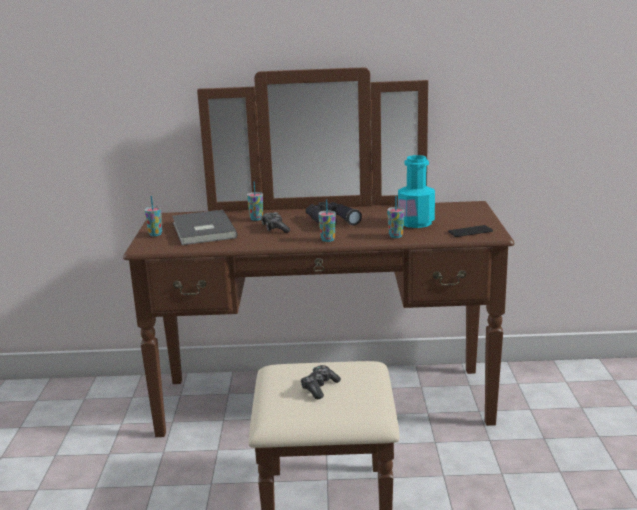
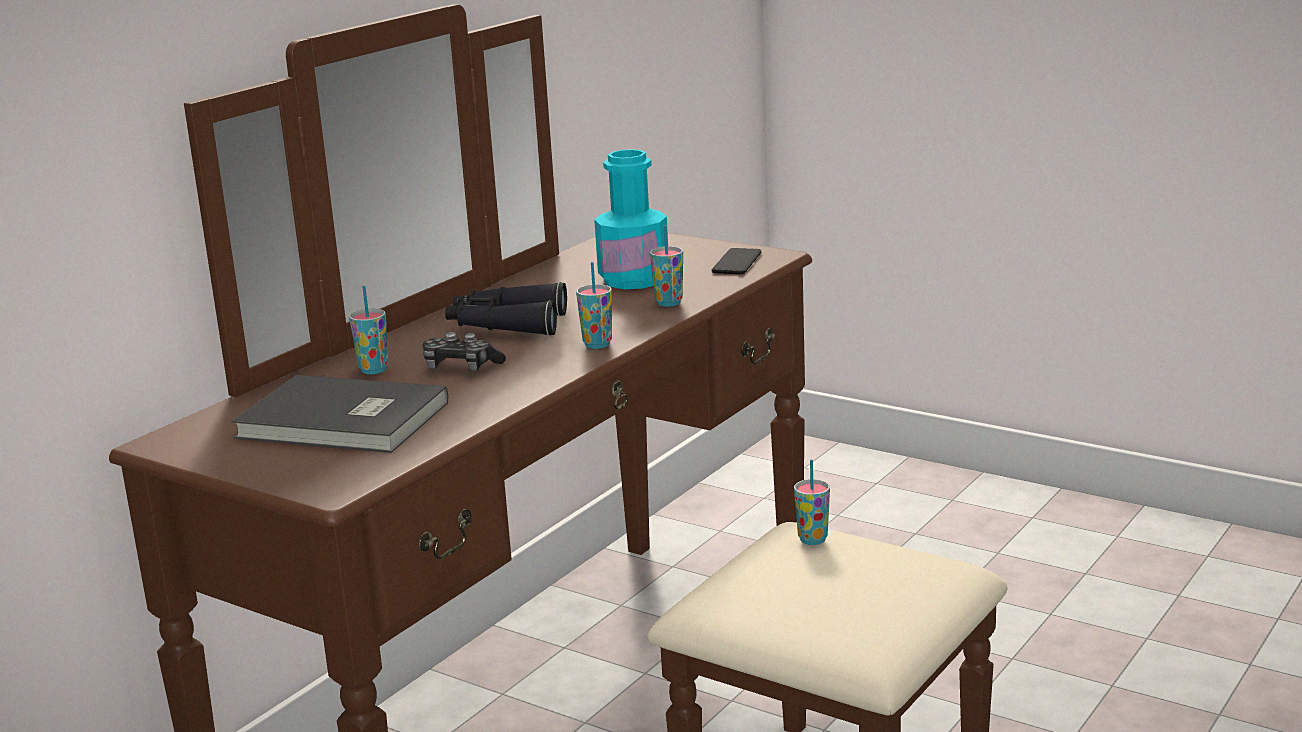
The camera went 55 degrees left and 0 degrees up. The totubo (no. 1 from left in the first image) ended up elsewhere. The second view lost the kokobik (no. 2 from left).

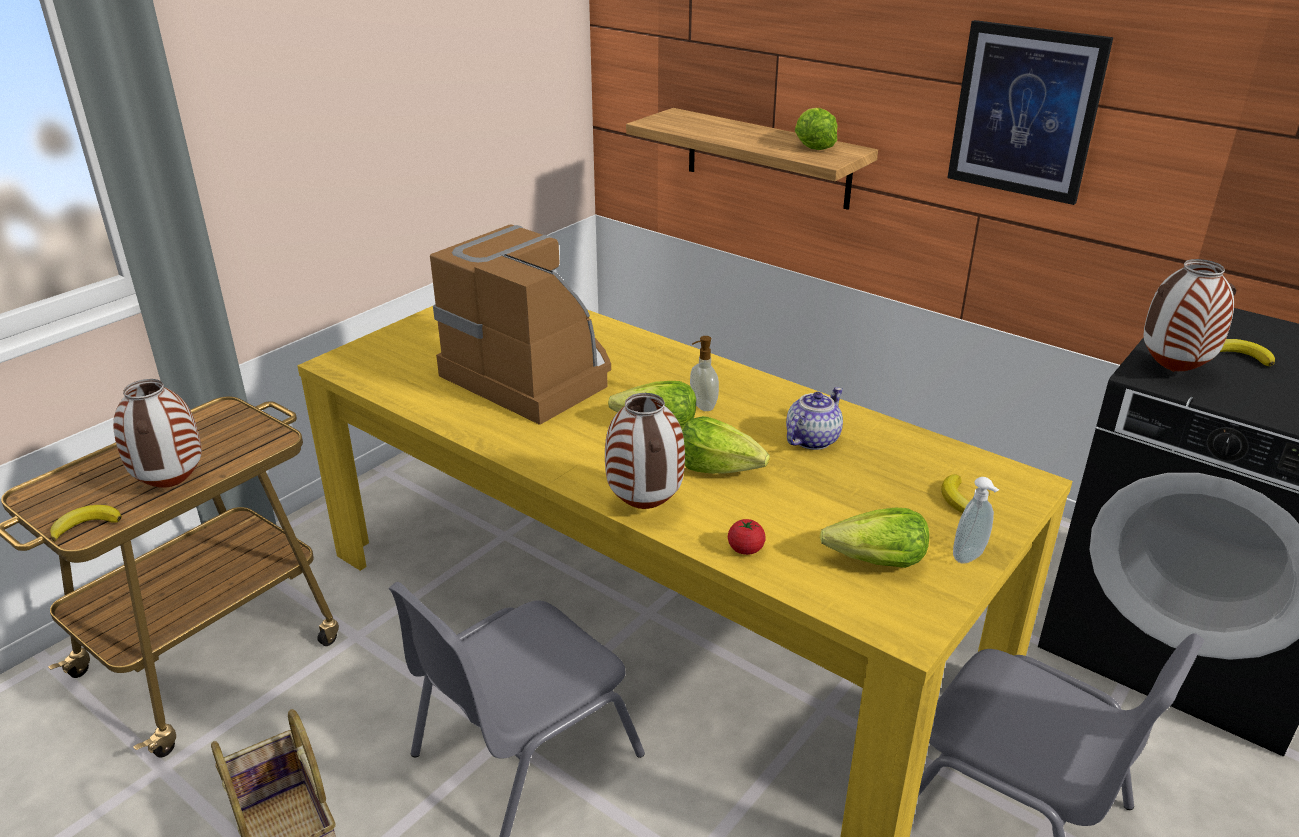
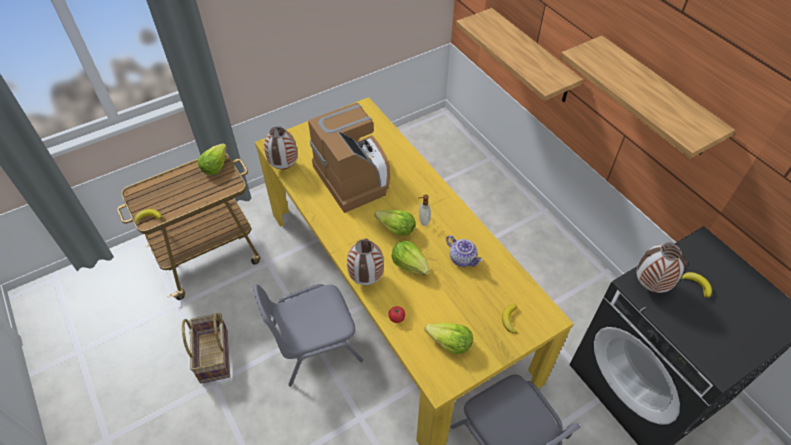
The camera went 20 degrees right and 20 degrees up. The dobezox (no. 3 from left in the first image) ended up elsewhere. The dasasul (no. 1 from left) ended up elsewhere. The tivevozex ended up facing another way, 75 degrees clockwise from before. Where the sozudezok hung, the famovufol (no. 2 from left) came to hang. The second view lost the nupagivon (no. 2 from left).

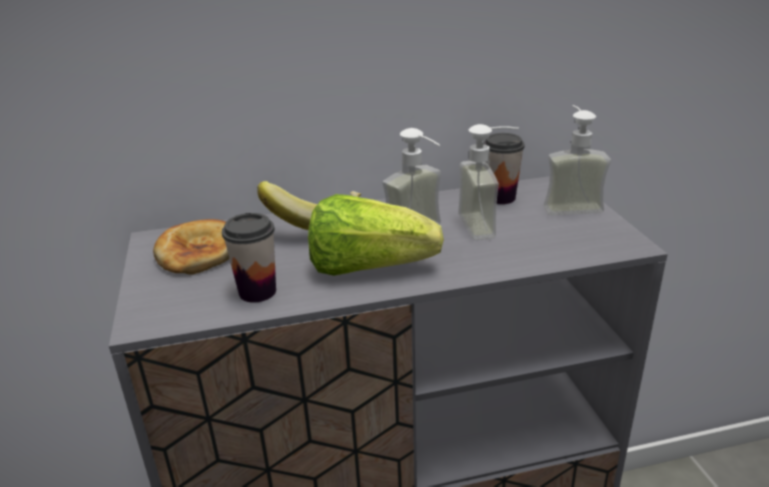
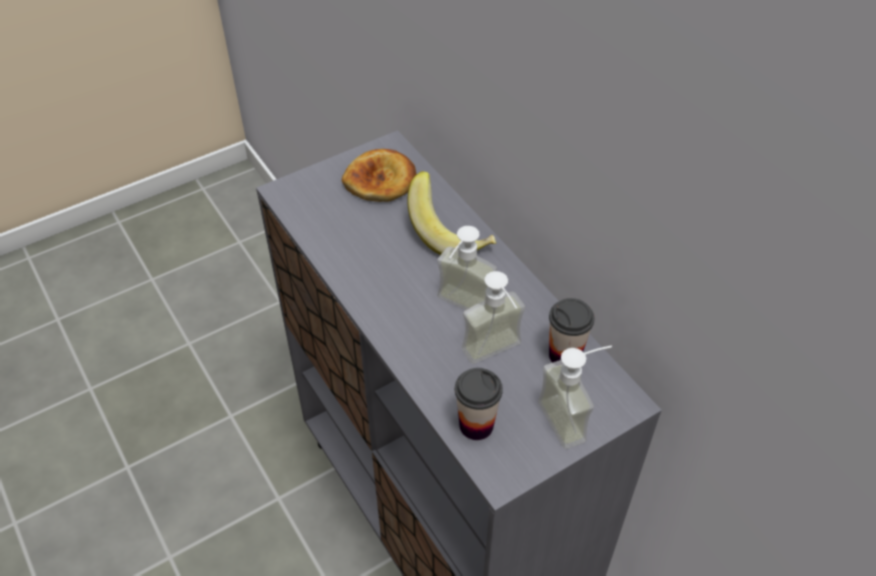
The camera went 70 degrees right and 20 degrees up. The totubo (no. 1 from left) ended up elsewhere. The second view lost the dobezox.

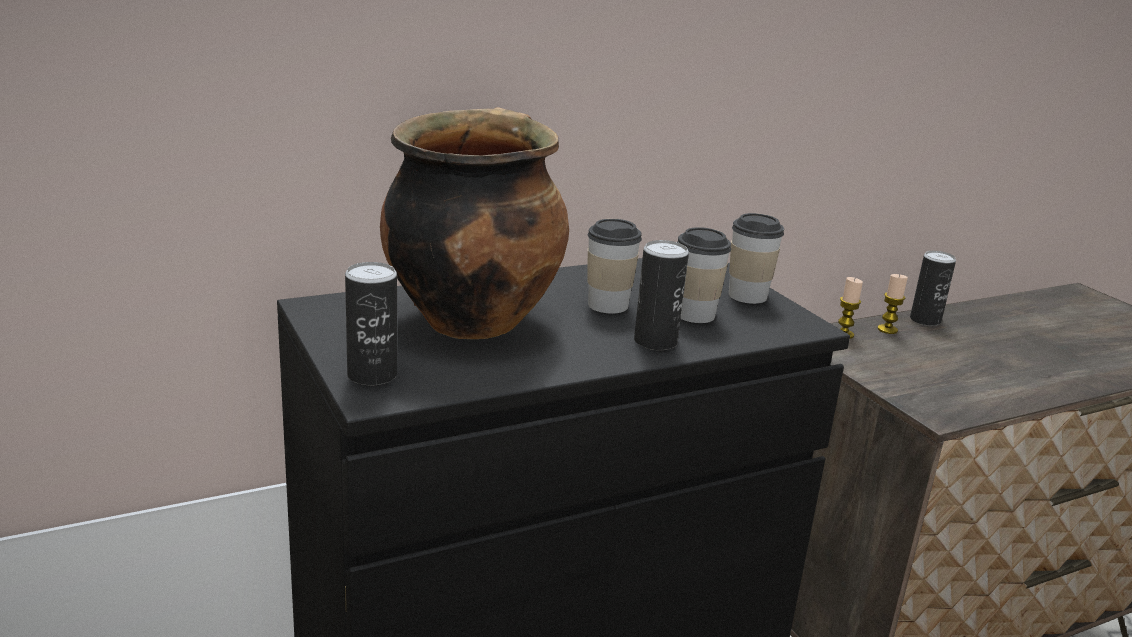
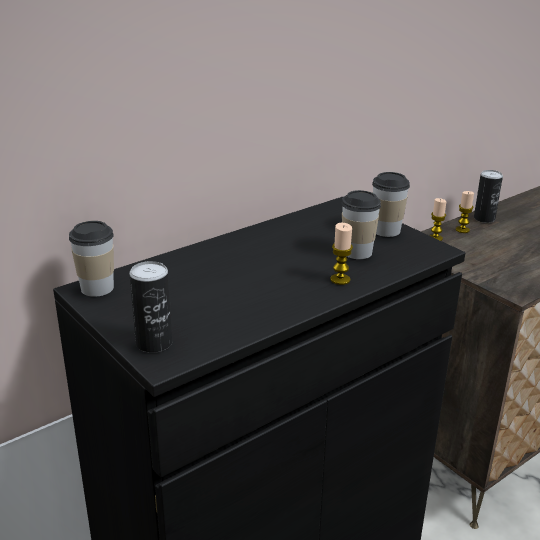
The camera went 10 degrees left and 5 degrees up. The totubo (no. 1 from left) ended up elsewhere. Where the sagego (no. 2 from left) stood, the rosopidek (no. 1 from left) came to stand. The second view lost the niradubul.

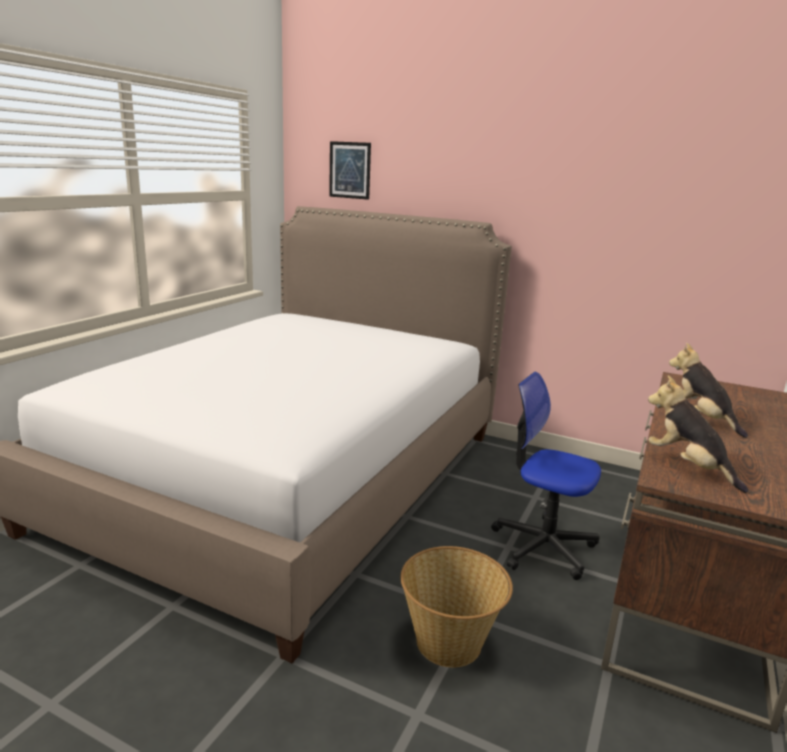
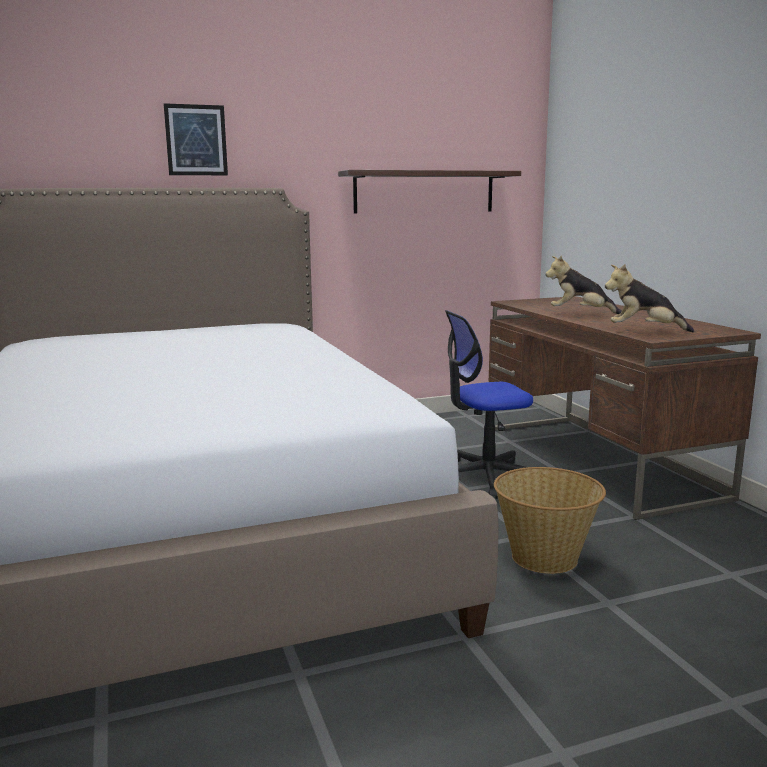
The camera went 45 degrees left and 5 degrees down. The sozudezok ended up elsewhere. The second view gained the famovufol.

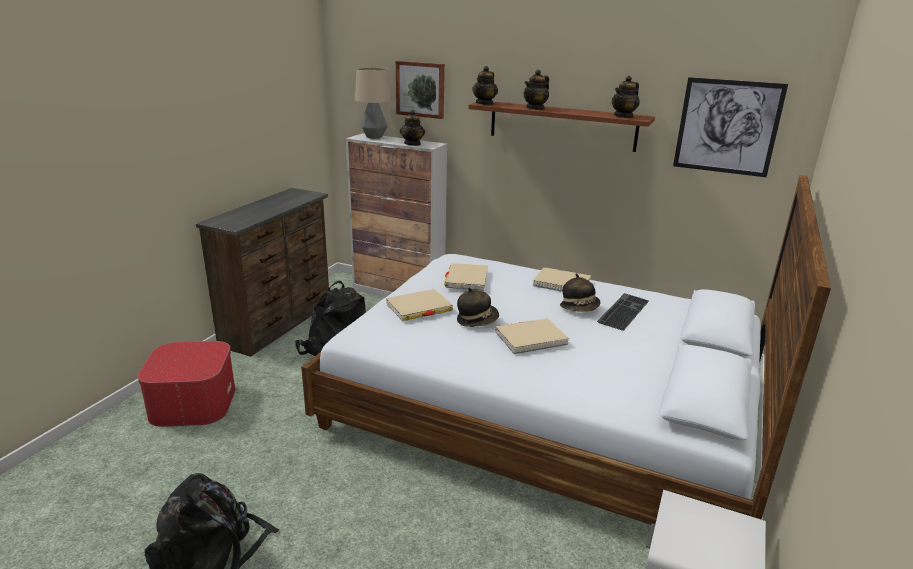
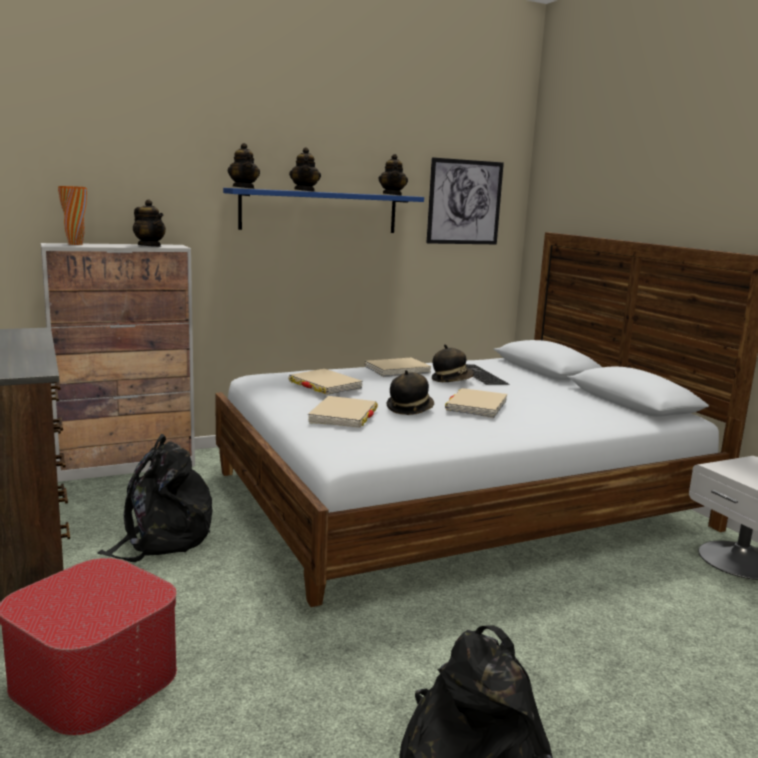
The camera went 50 degrees left and 10 degrees down. Where the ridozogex stood, the dasasul (orange) came to stand. What was the famovufol (brown) turned into the famovufol (blue). The second view lost the sozudezok (no. 1 from left).

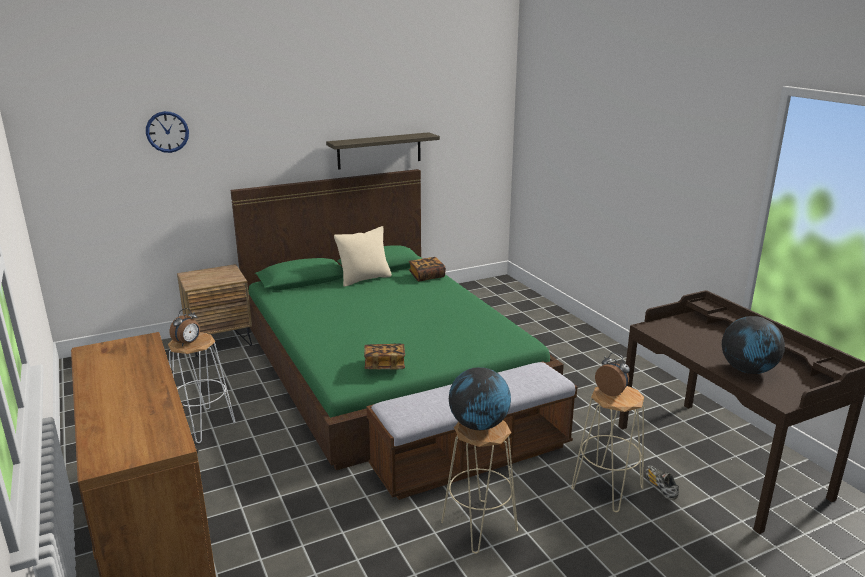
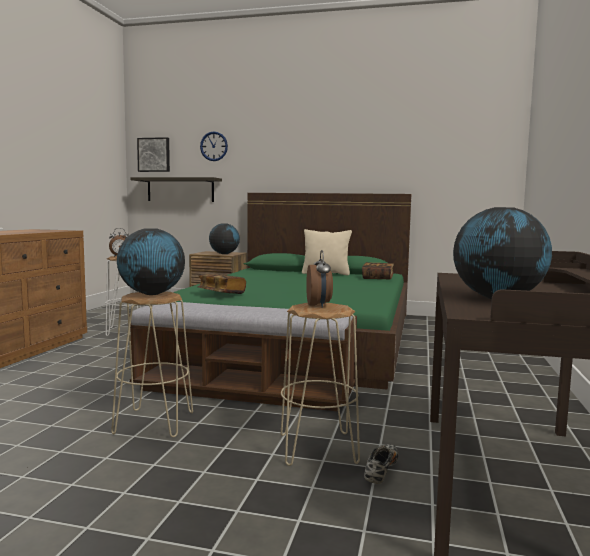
The camera went 40 degrees right and 15 degrees down. The famovufol ended up elsewhere. The second view gained the sozudezok. The second view gained the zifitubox (no. 2 from left).

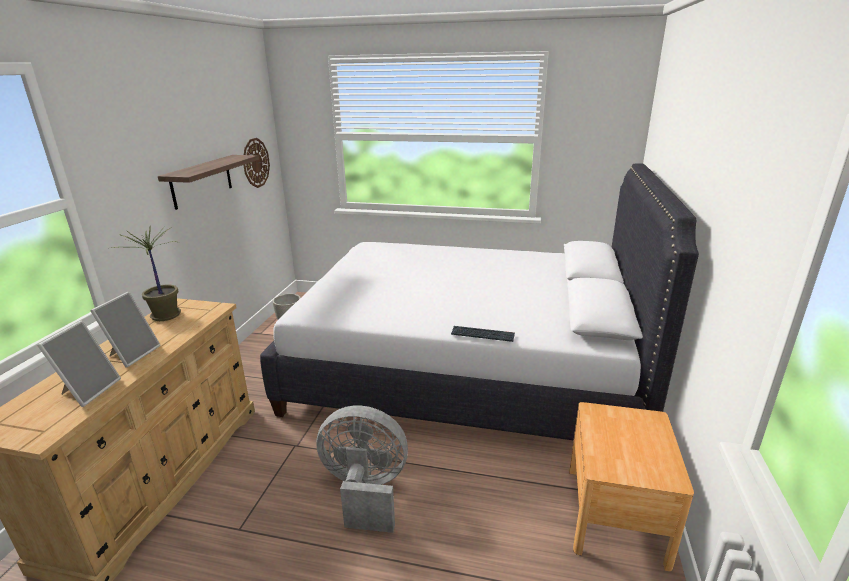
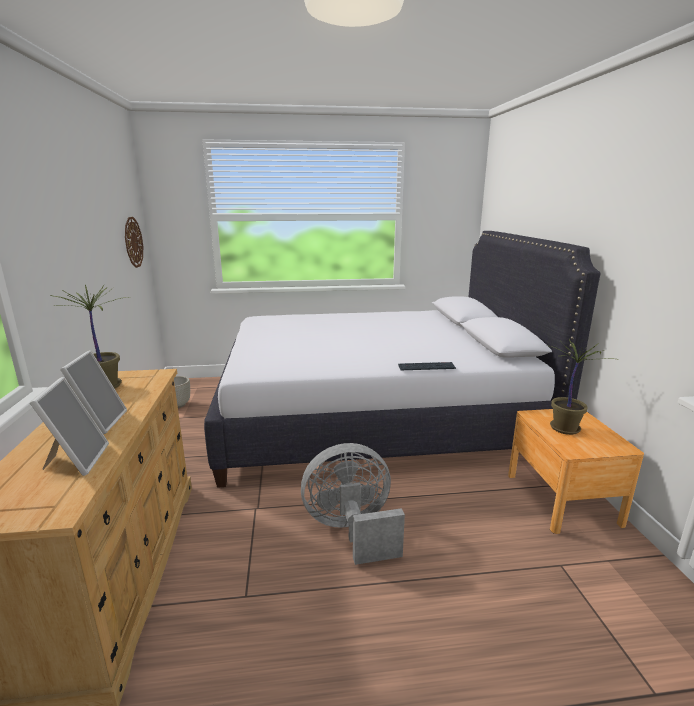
The camera went 20 degrees left and 5 degrees down. The second view gained the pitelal (no. 2 from left). The second view lost the famovufol.

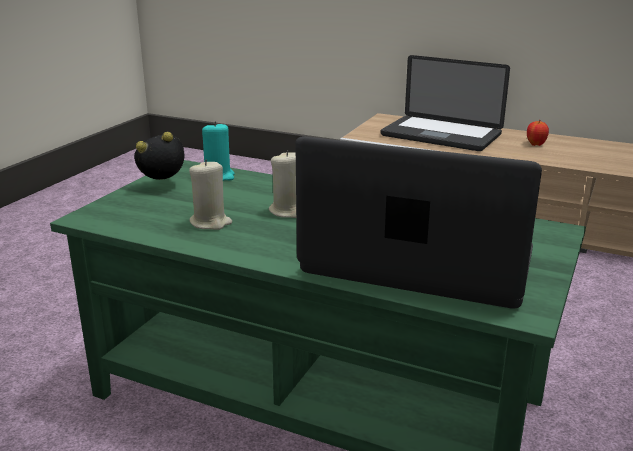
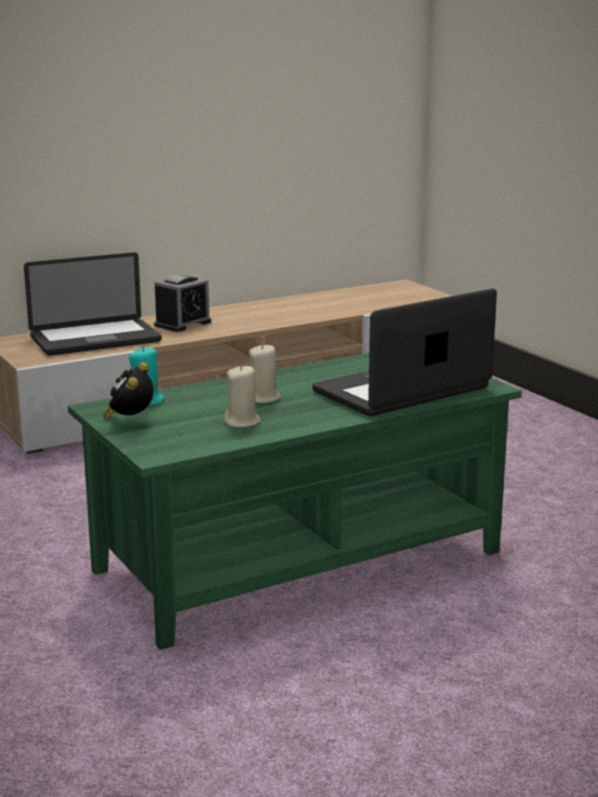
The camera went 55 degrees left and 5 degrees down. Where the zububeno stood, the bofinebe (no. 2 from left) came to stand.

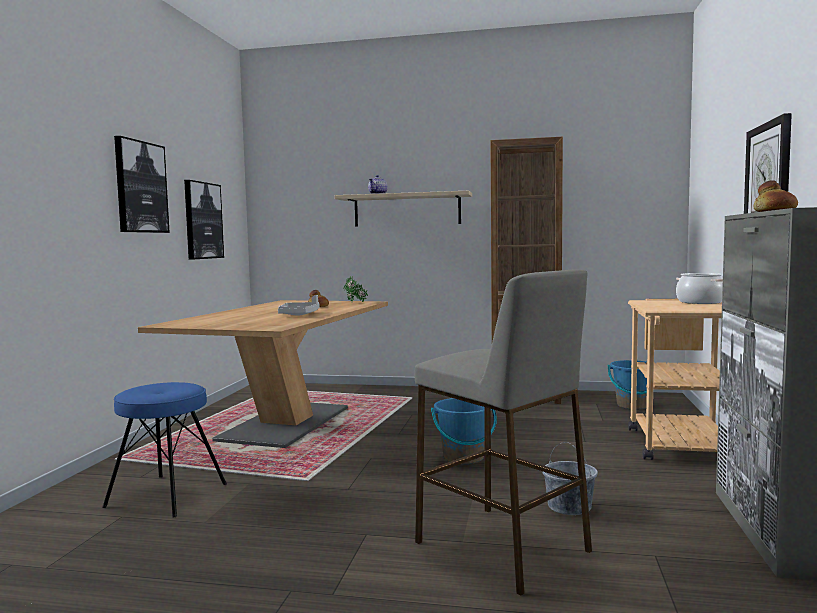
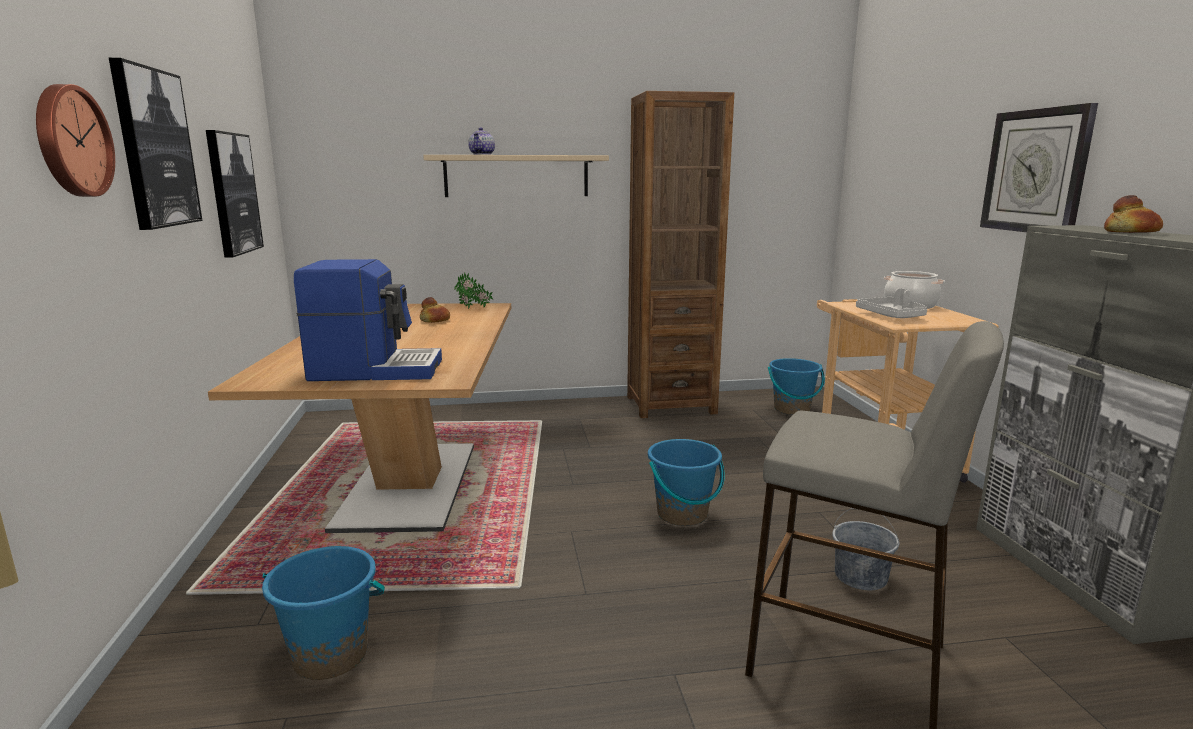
The camera went 20 degrees left and 10 degrees up. The second view gained the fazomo (no. 1 from left). Where the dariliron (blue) stood, the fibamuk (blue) (no. 1 from left) came to stand. The second view gained the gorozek. The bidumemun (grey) ended up elsewhere.

